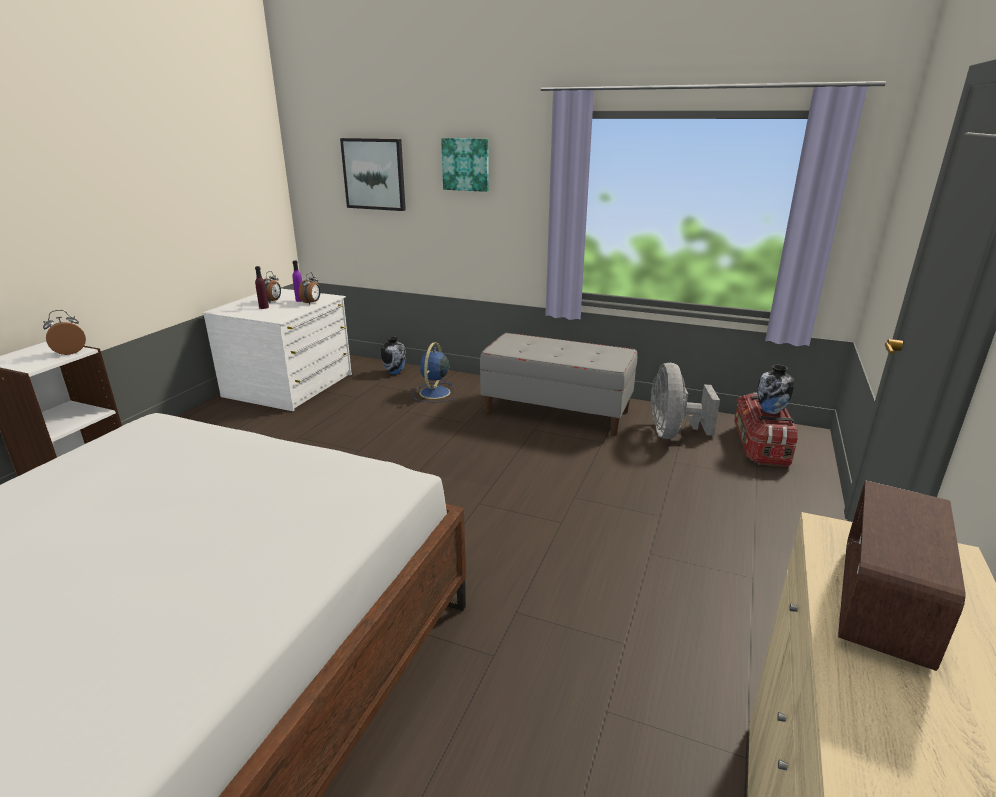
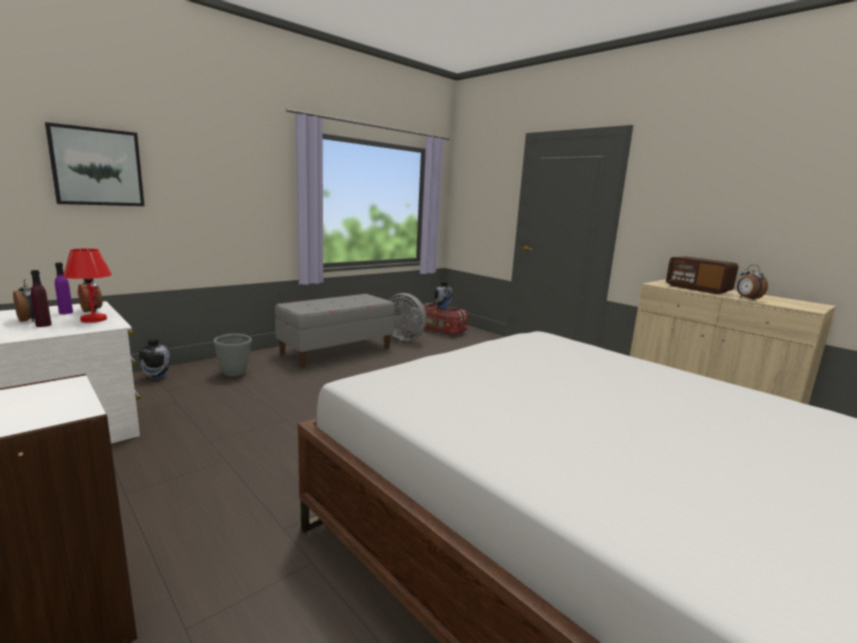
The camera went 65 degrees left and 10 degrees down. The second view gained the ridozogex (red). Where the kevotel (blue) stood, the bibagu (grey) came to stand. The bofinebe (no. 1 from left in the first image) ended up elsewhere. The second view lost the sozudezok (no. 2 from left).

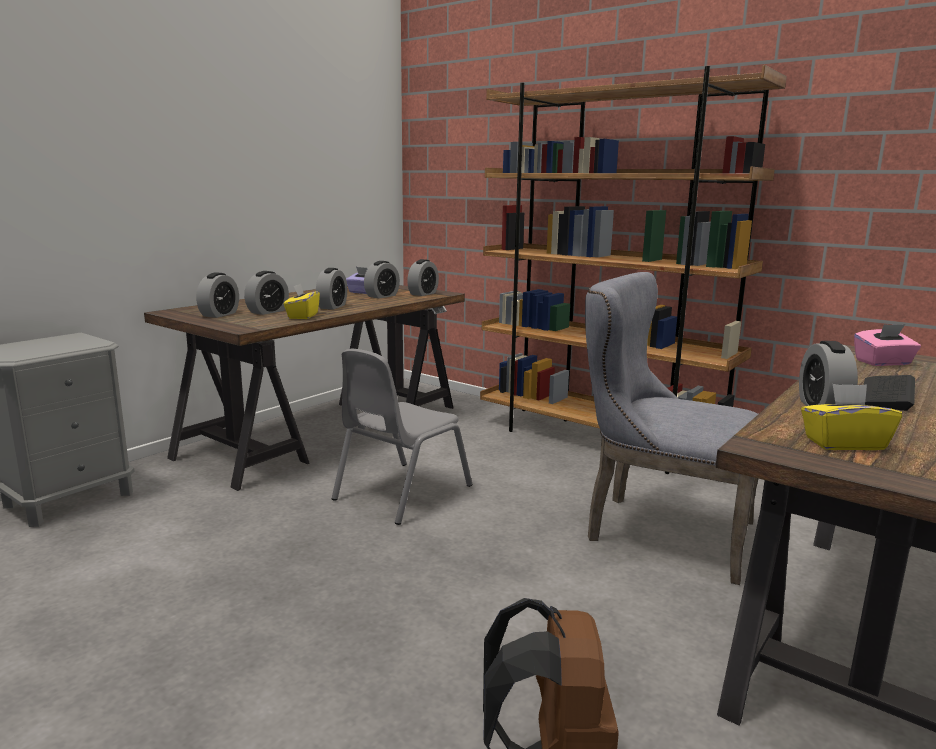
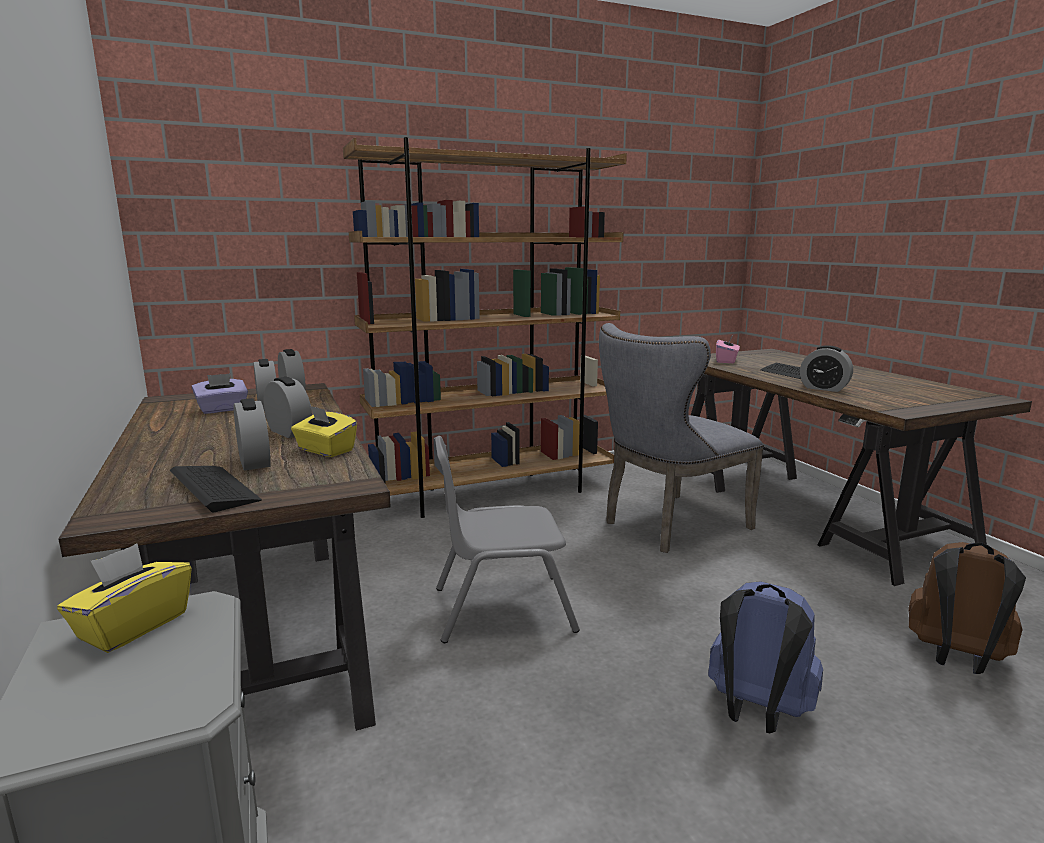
The camera went 60 degrees left and 0 degrees up. The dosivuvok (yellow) (no. 2 from left in the first image) ended up elsewhere. Where the bofinebe (no. 1 from left) stood, the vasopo (no. 1 from left) came to stand. The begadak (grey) (no. 1 from left) ended up facing another way, 105 degrees clockwise from before. The second view gained the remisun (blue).

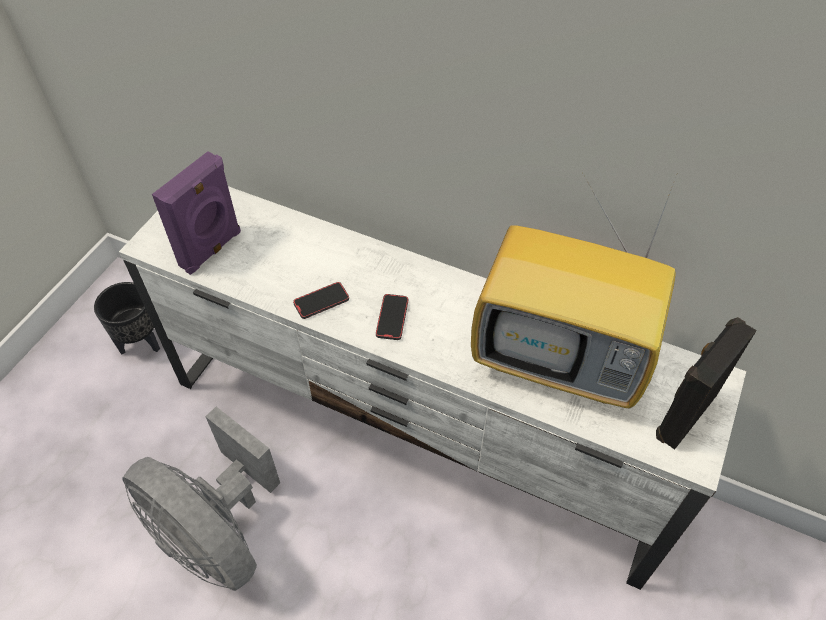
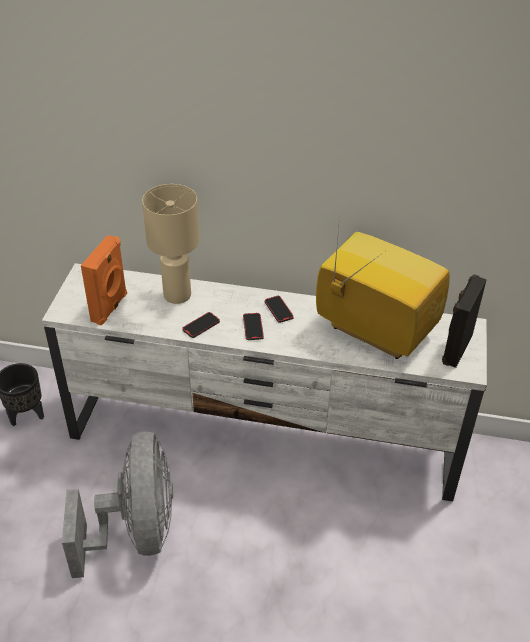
The camera went 15 degrees left and 10 degrees down. The kevotel (grey) ended up facing another way, 120 degrees counterclockwise from before. What was the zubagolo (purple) turned into the zubagolo (orange). The second view gained the ridozogex (beige). The second view gained the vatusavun (no. 3 from left). The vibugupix ended up facing another way, 150 degrees counterclockwise from before.

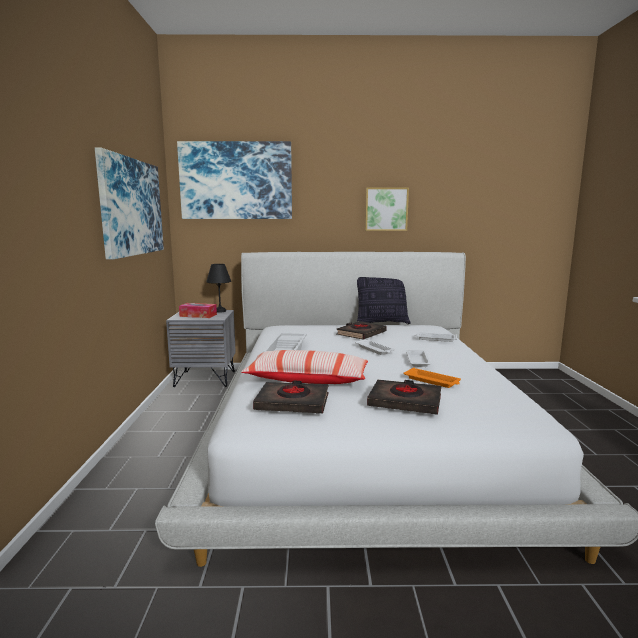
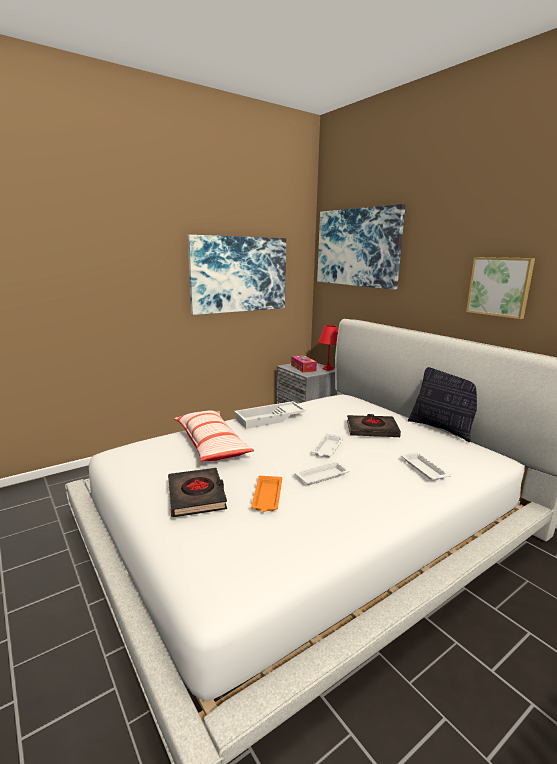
The camera went 55 degrees right and 5 degrees up. What was the ridozogex (black) turned into the ridozogex (red). The second view lost the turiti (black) (no. 1 from left).

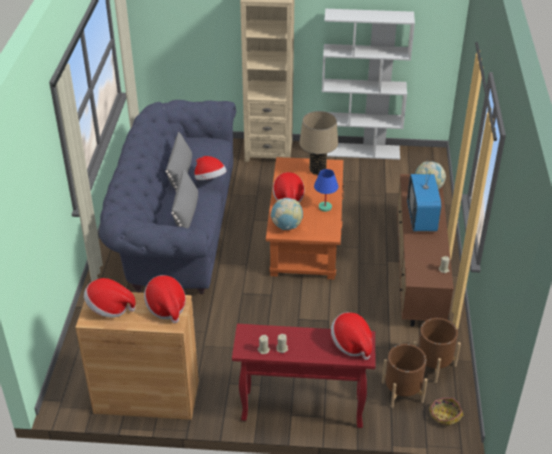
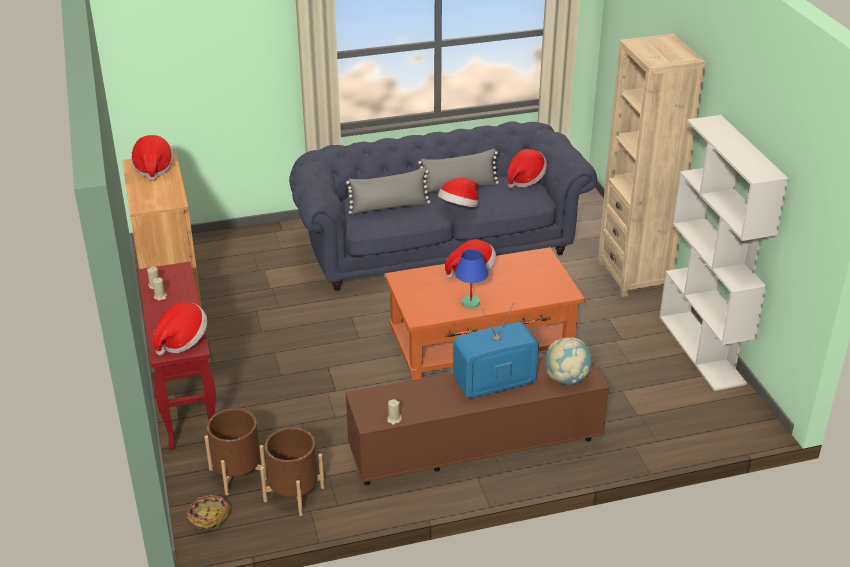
The camera went 70 degrees right and 5 degrees down. The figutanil (no. 2 from left in the first image) ended up elsewhere. The second view lost the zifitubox (no. 1 from left). The second view lost the ridozogex (beige).

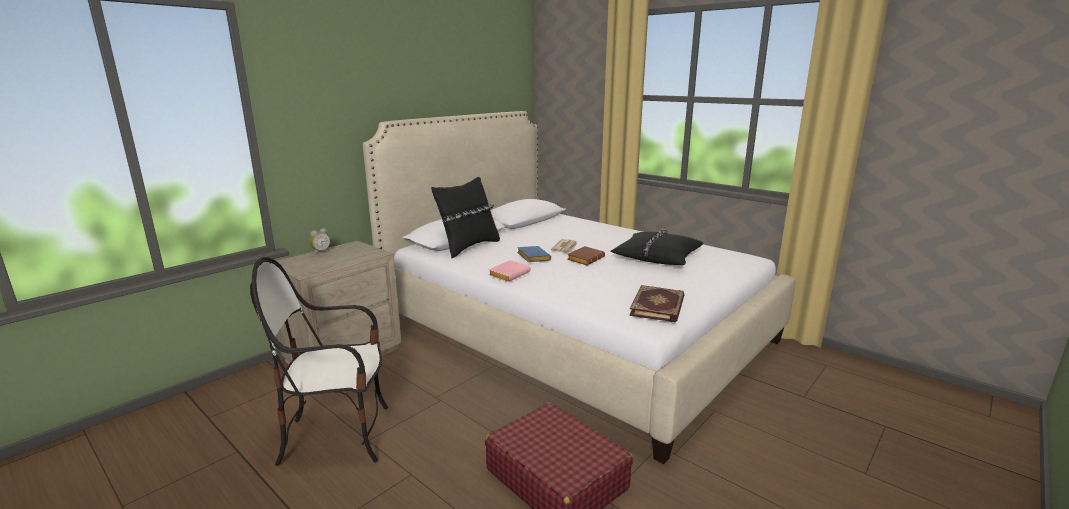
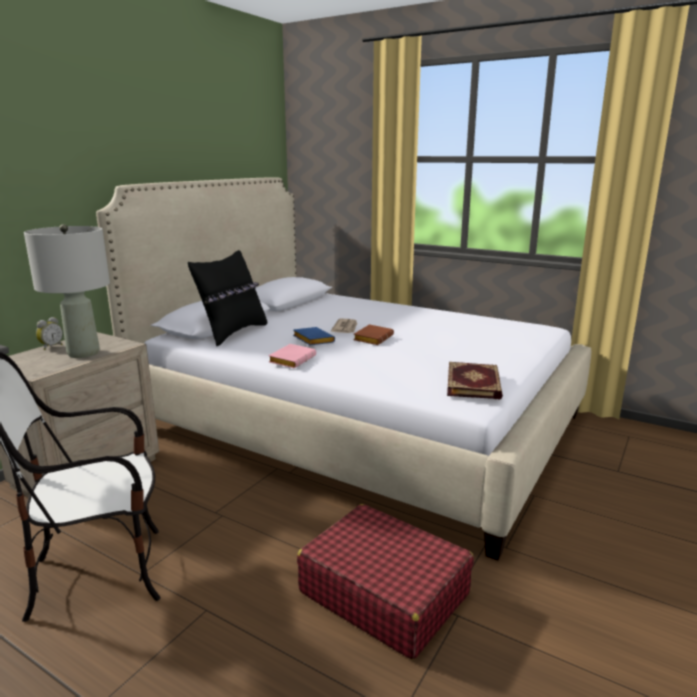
The camera went 10 degrees left and 0 degrees up. The second view gained the ridozogex (grey). The second view lost the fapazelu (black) (no. 2 from left).

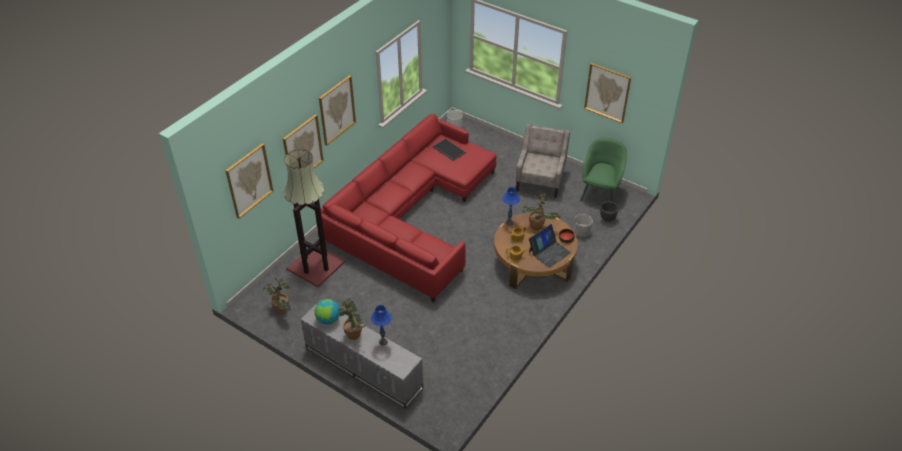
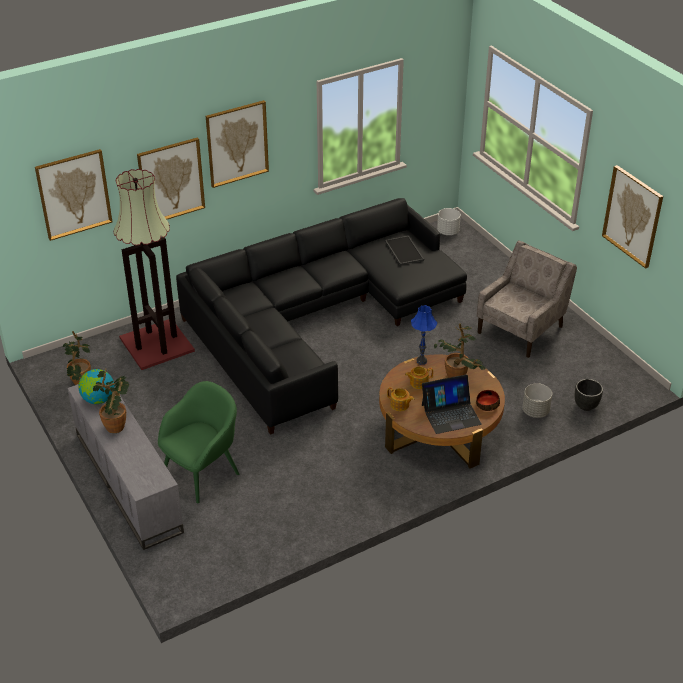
The camera went 25 degrees right and 5 degrees down. The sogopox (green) ended up elsewhere. What was the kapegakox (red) turned into the kapegakox (black). The second view lost the ridozogex (blue) (no. 1 from left).

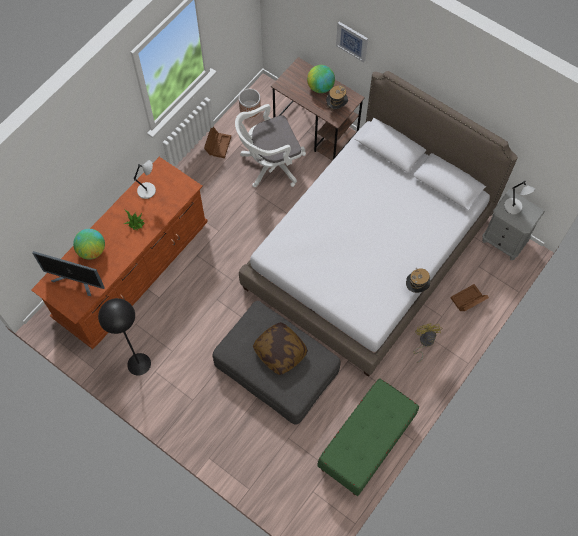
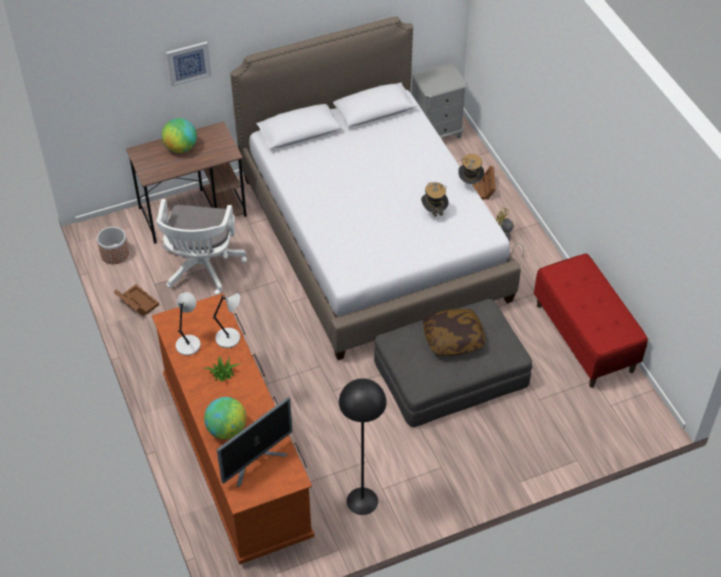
The camera went 60 degrees left and 15 degrees down. The ridozogex (grey) (no. 2 from left) ended up elsewhere. The figutanil (no. 1 from left) ended up elsewhere. What was the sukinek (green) turned into the sukinek (red).

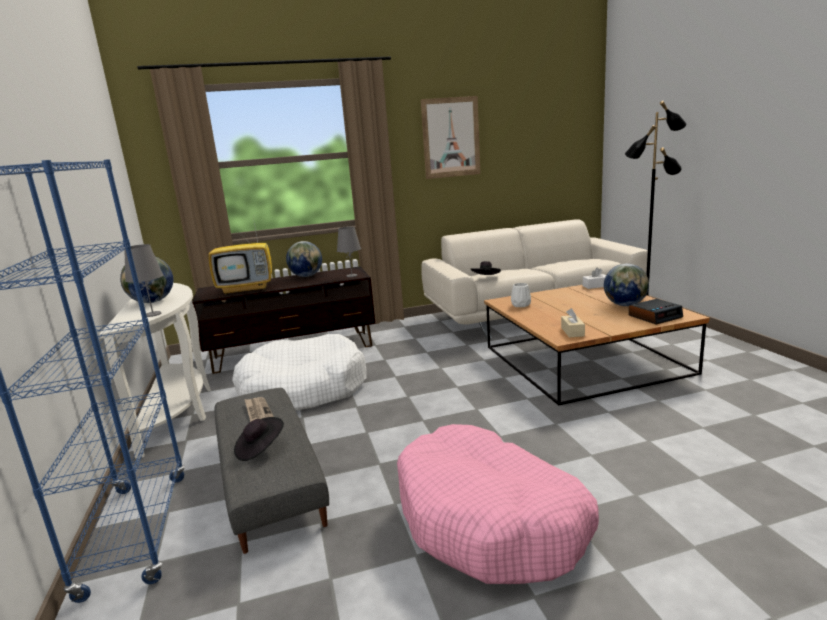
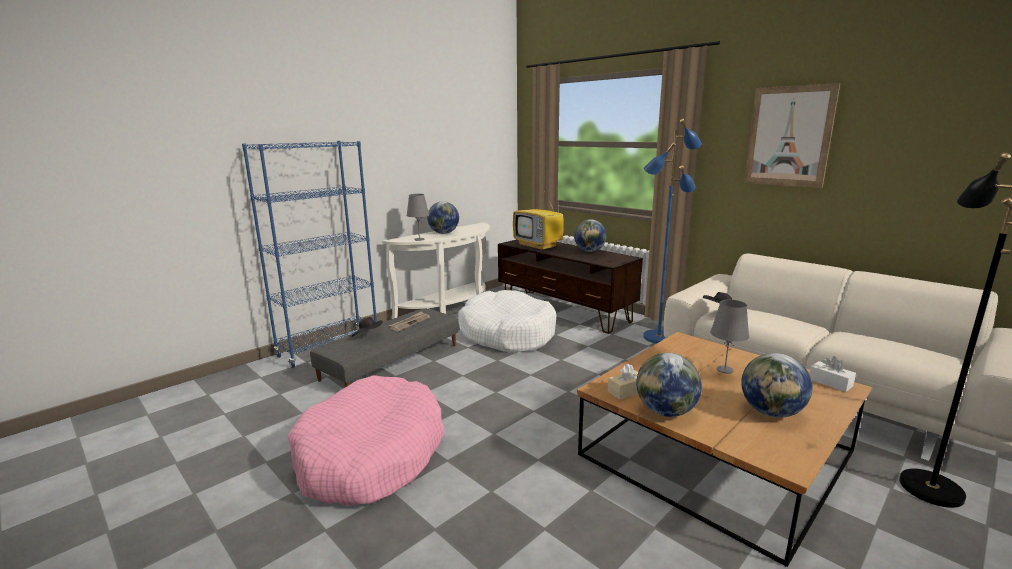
The camera went 60 degrees right and 0 degrees up. The second view gained the zifitubox (no. 3 from left). The second view gained the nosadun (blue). The ridozogex (grey) (no. 2 from left) ended up elsewhere. The second view lost the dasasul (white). The second view lost the bofinebe.

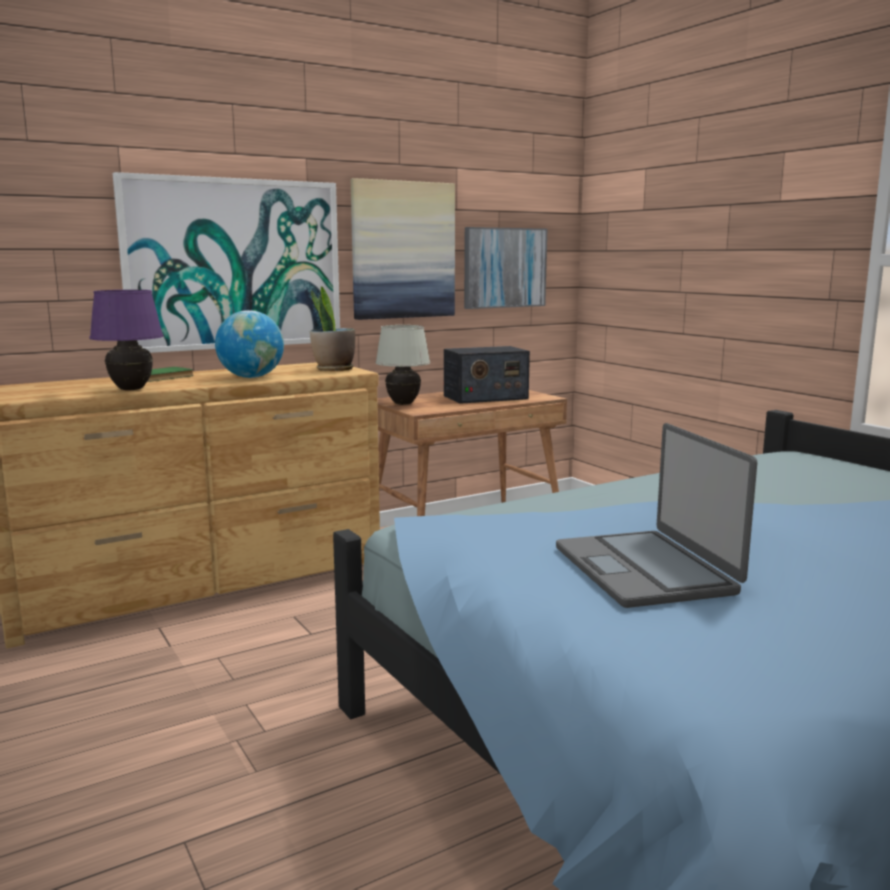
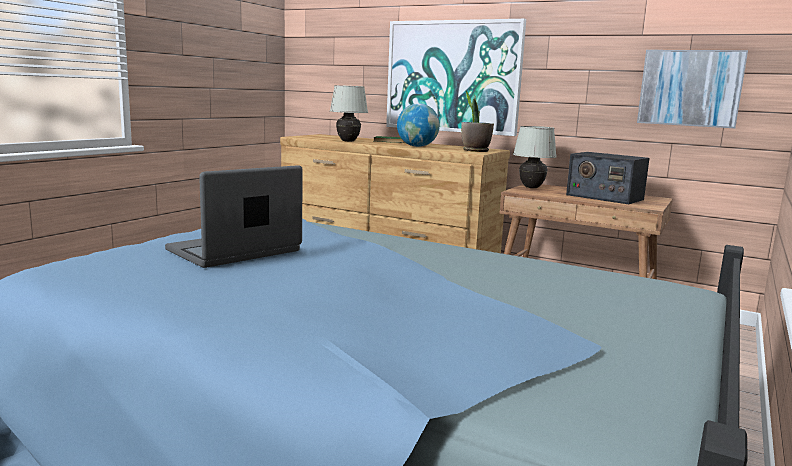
The camera went 60 degrees right and 0 degrees up. What was the ridozogex (purple) turned into the ridozogex (white) (no. 1 from left). The second view lost the sozudezok (no. 2 from left).

